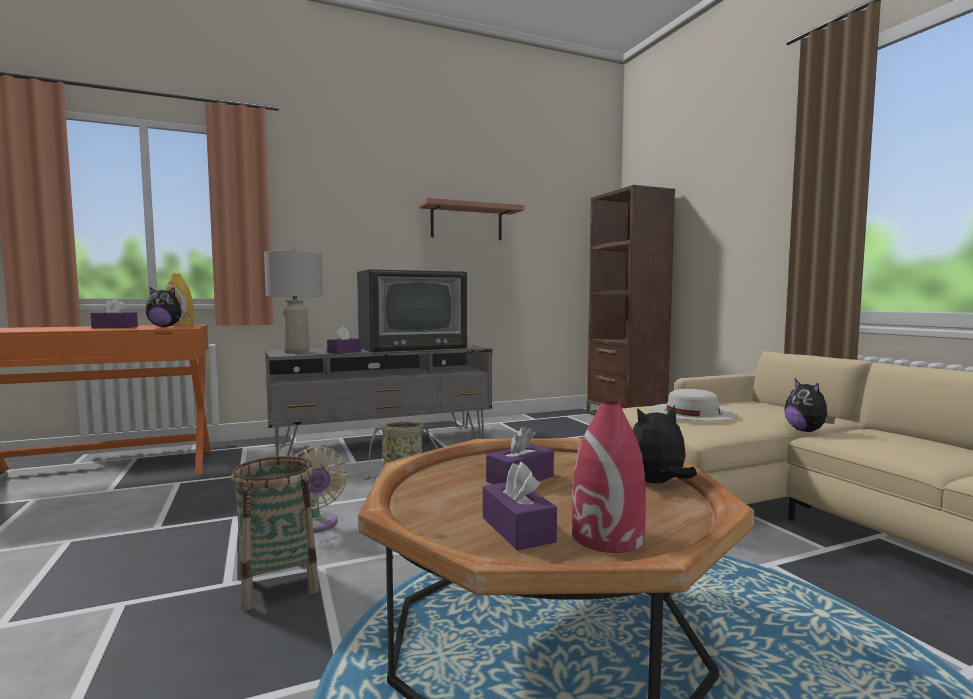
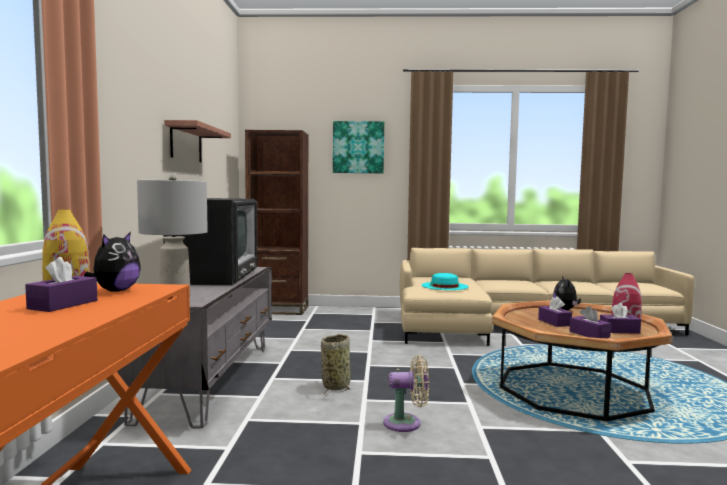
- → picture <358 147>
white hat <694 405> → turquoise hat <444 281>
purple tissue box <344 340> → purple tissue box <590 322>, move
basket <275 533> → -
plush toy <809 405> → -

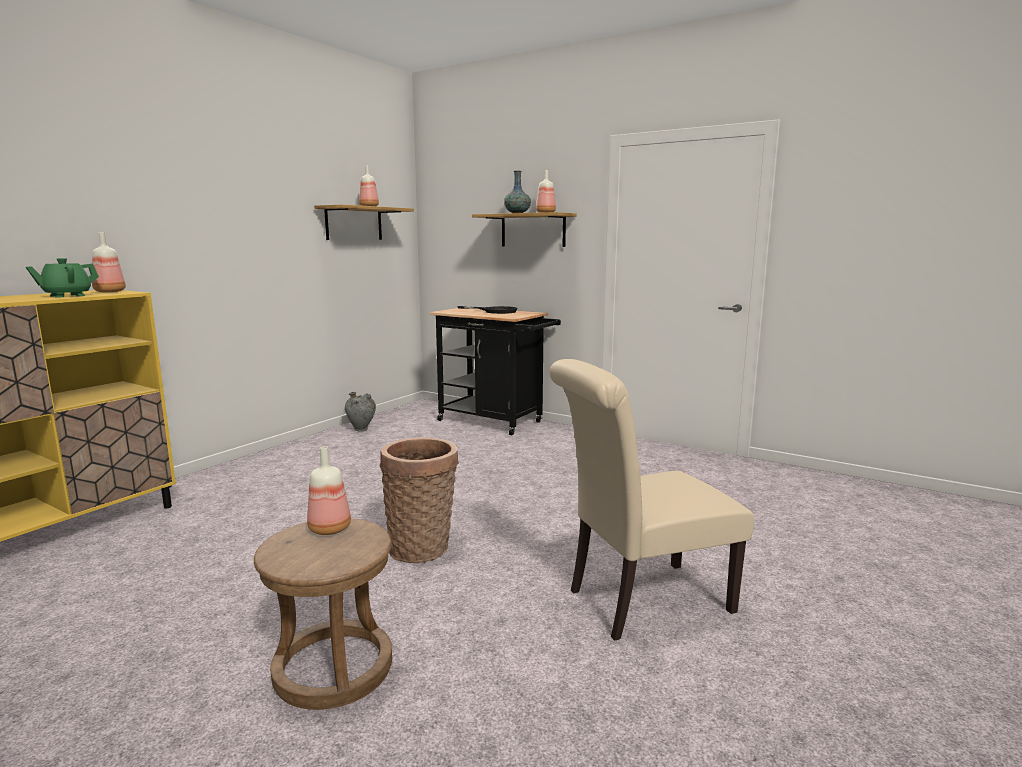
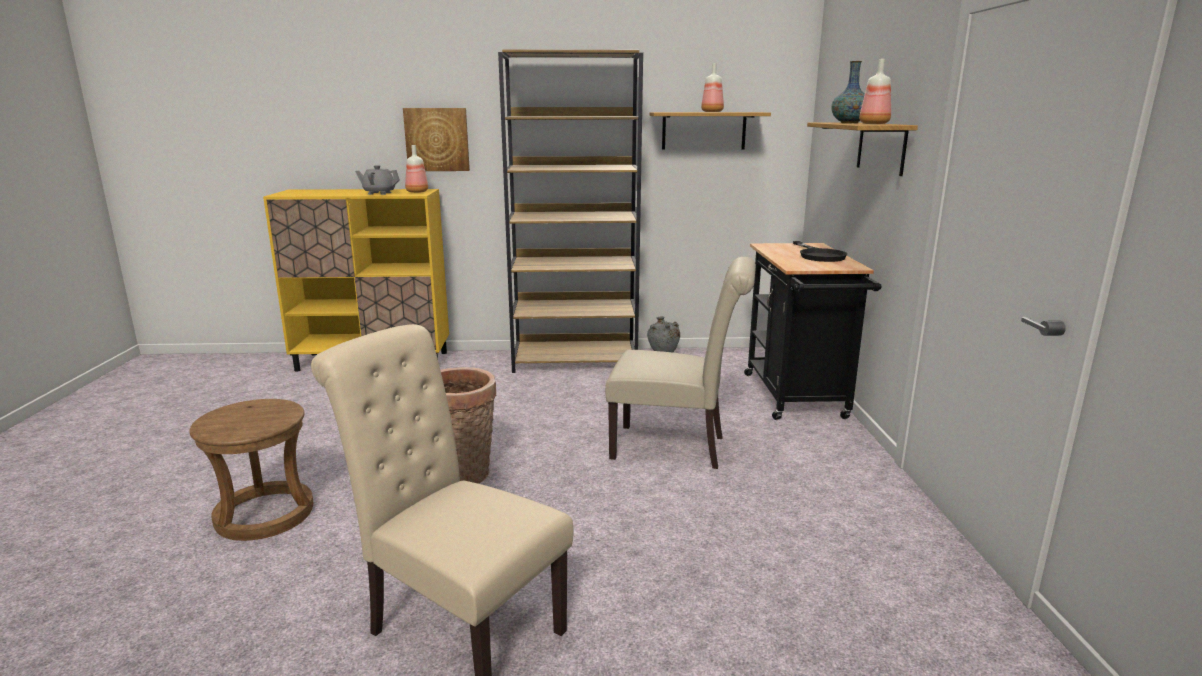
green teapot <62 278> → grey teapot <377 180>
- → picture <436 139>
- → brown bookcase <570 211>
- → beige chair <680 363>
bottle <329 490> → -

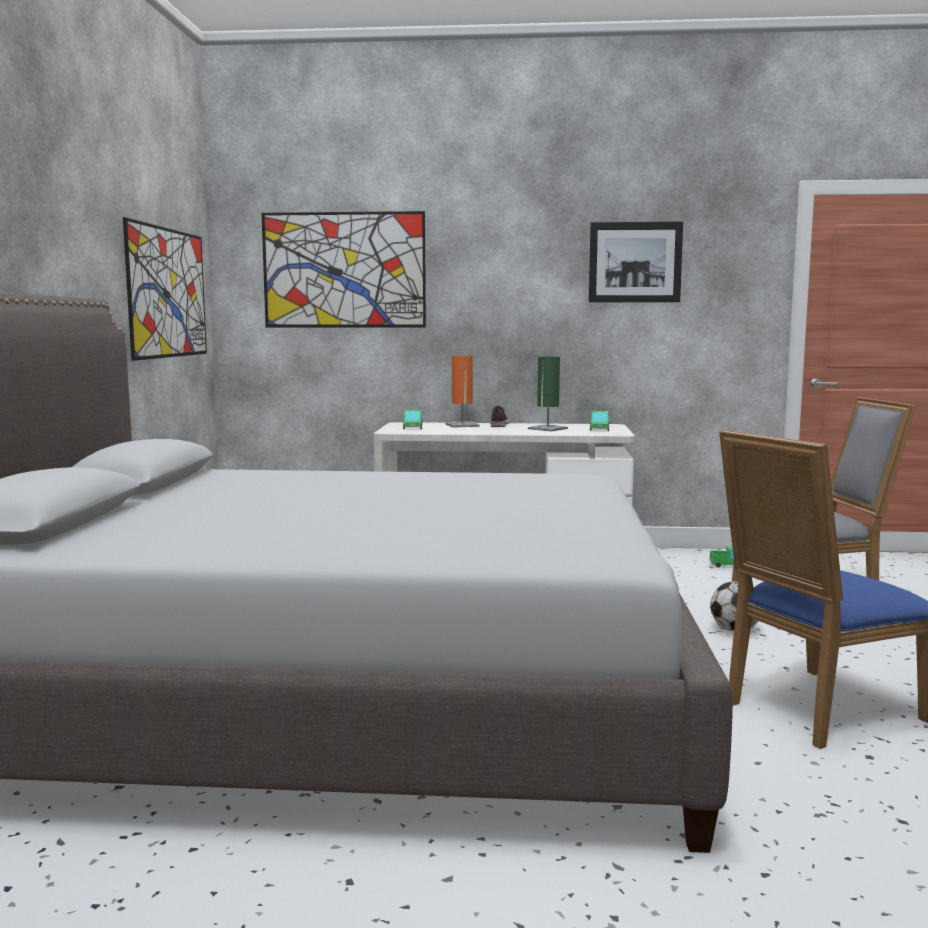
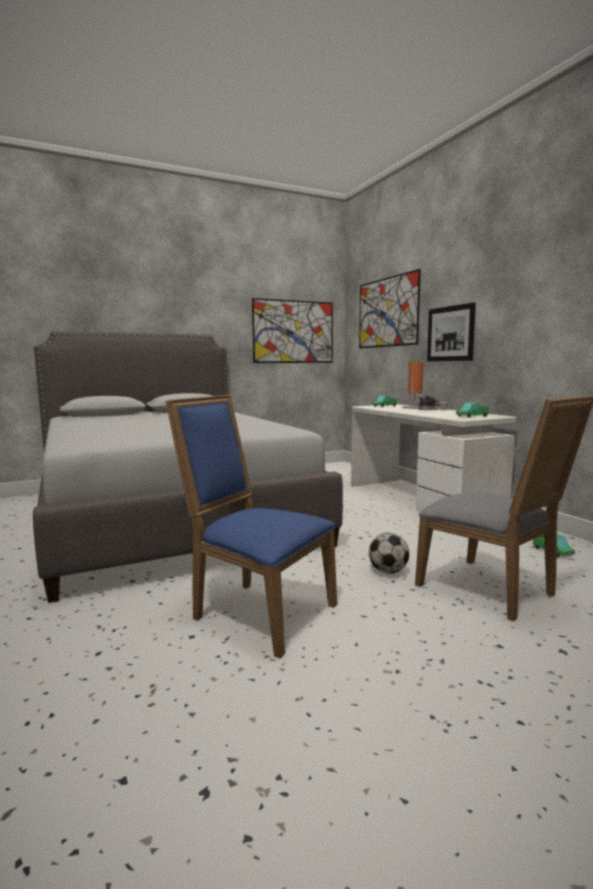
picture <636 261> → picture <451 331>, move
green table lamp <548 394> → -

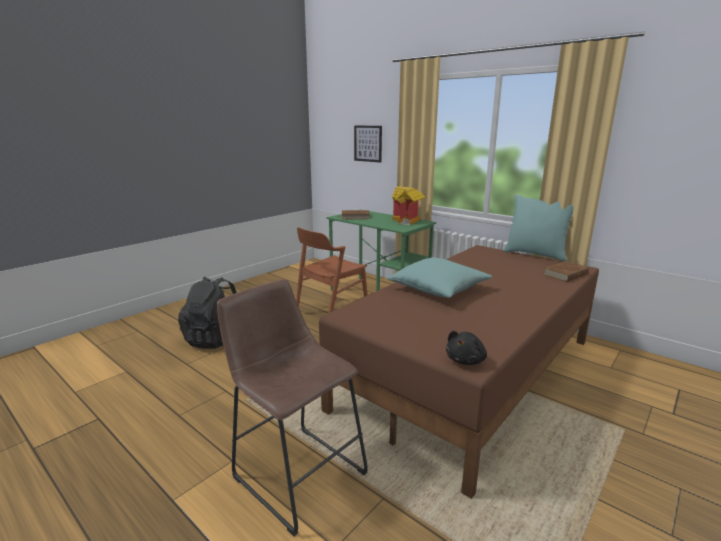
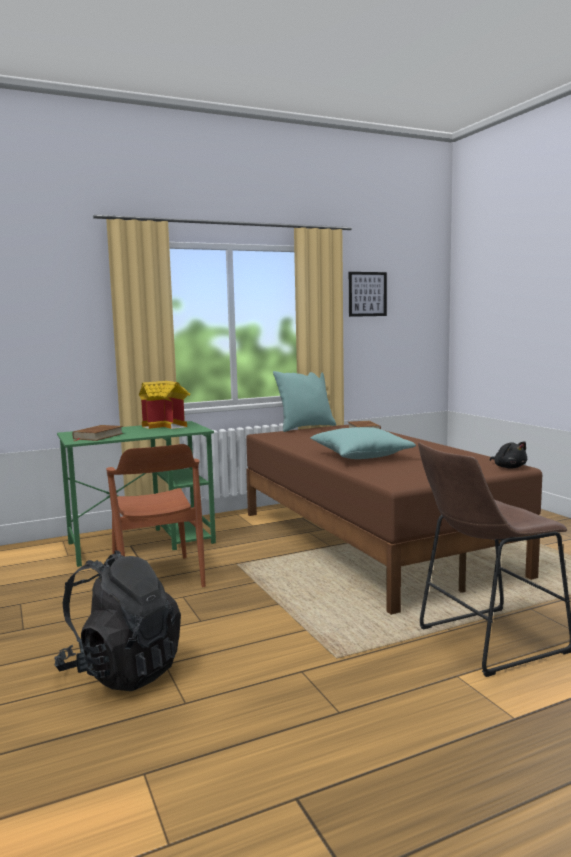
picture <368 144> → picture <368 294>, move

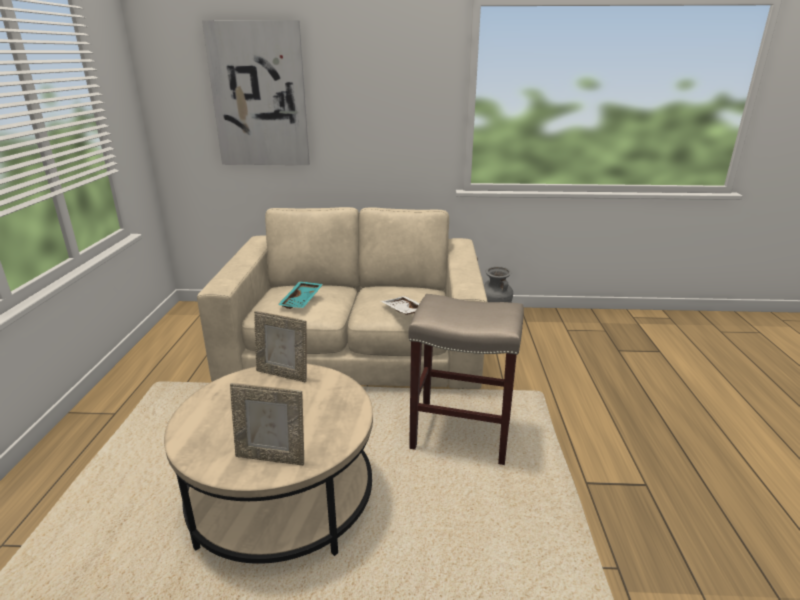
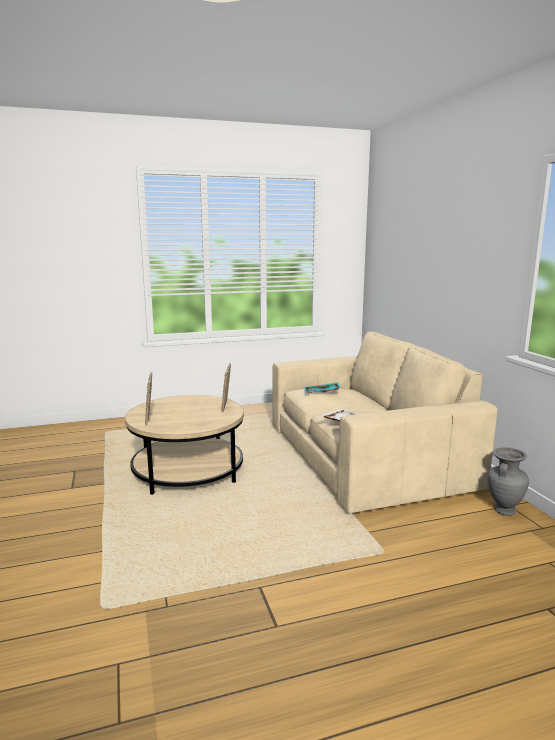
picture <256 92> → -
beige stool <466 379> → -

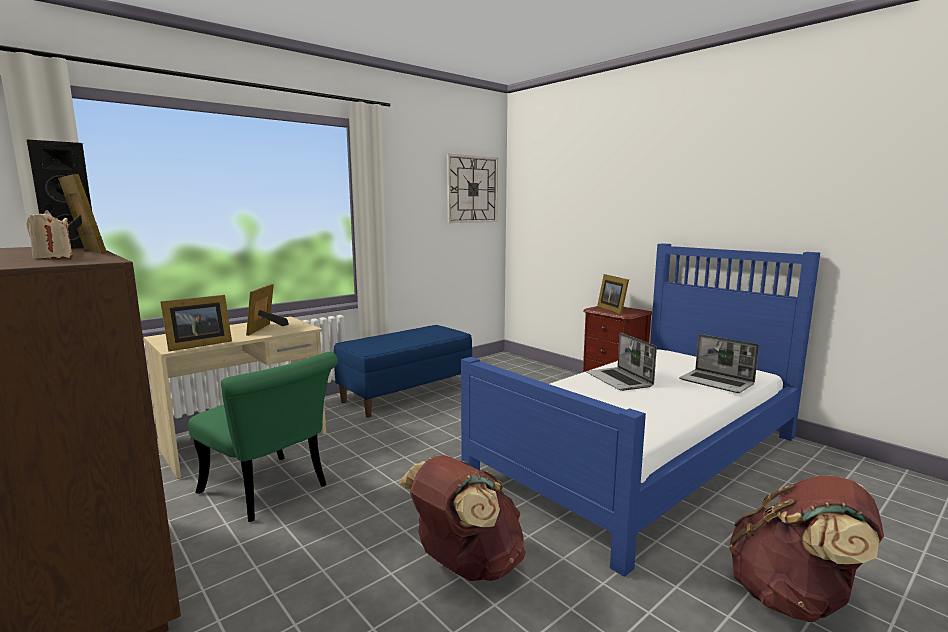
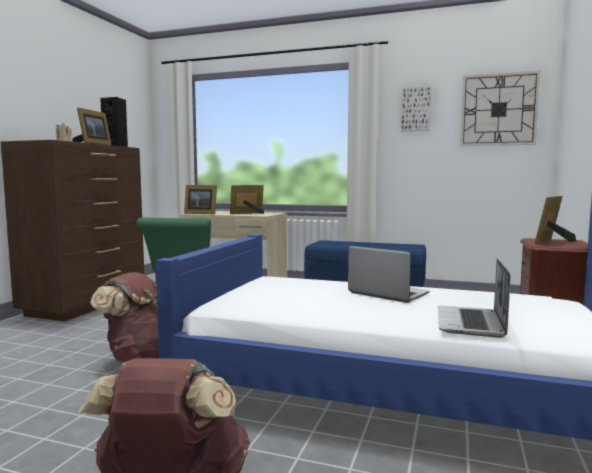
laptop <621 362> → laptop <389 274>, 90 degrees clockwise
- → picture <416 109>

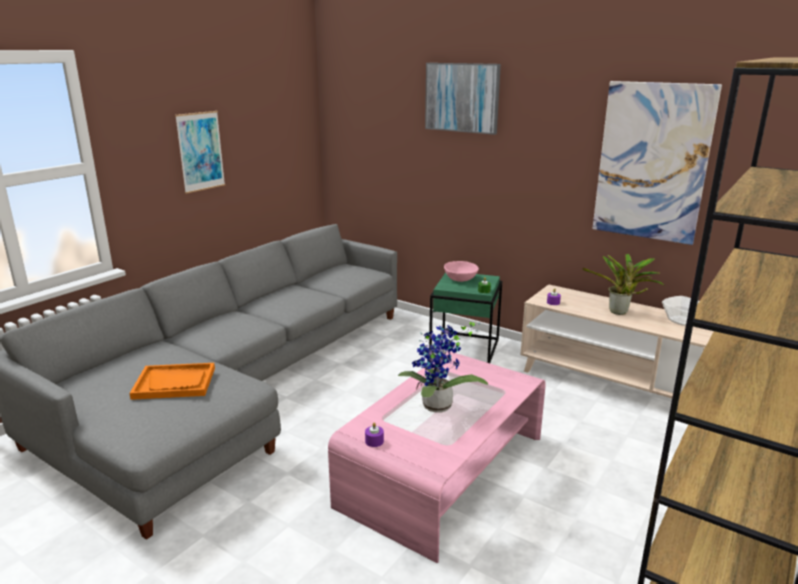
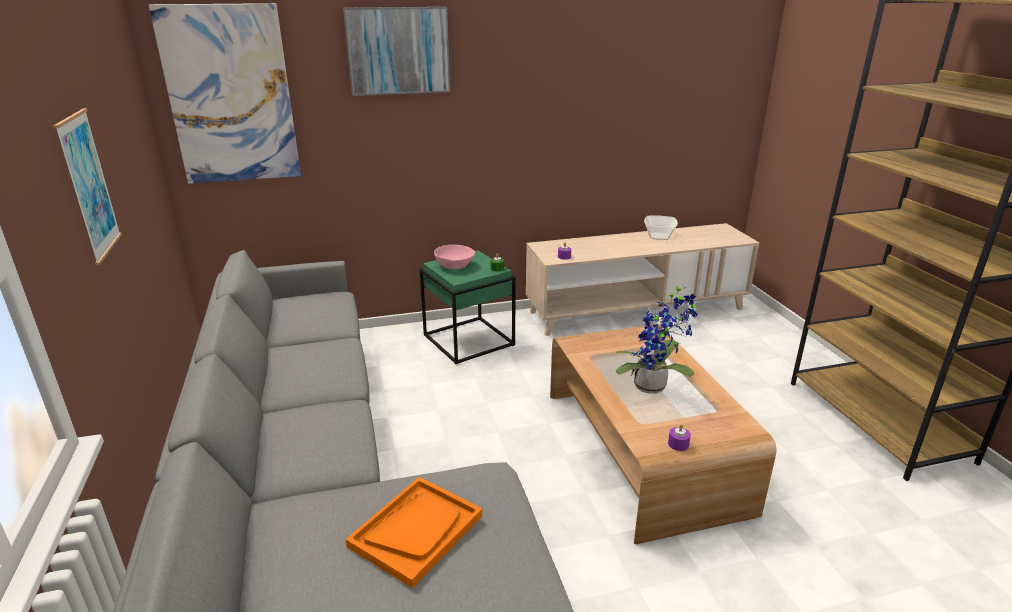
picture <657 163> → picture <225 93>, move
pink coffee table <437 457> → brown coffee table <663 434>
potted plant <624 284> → -

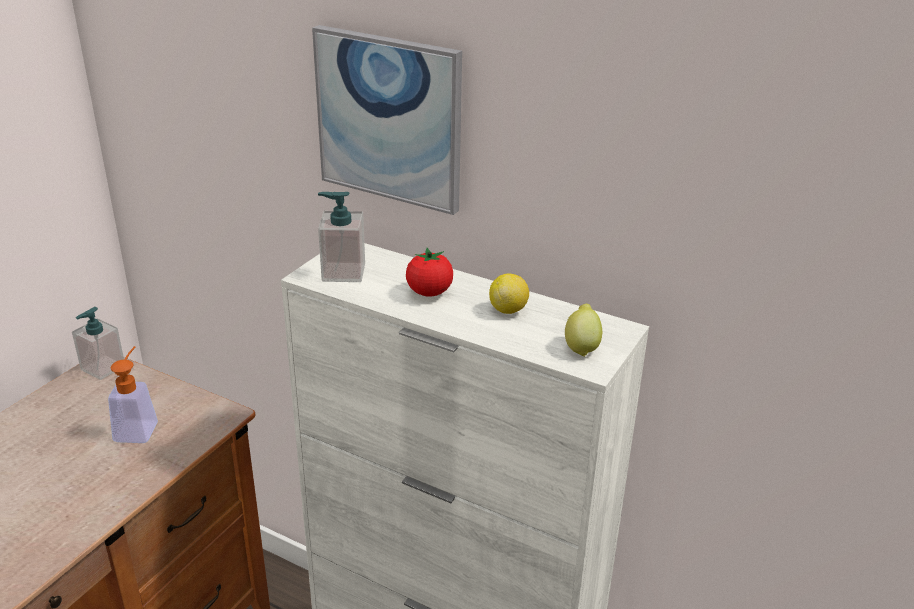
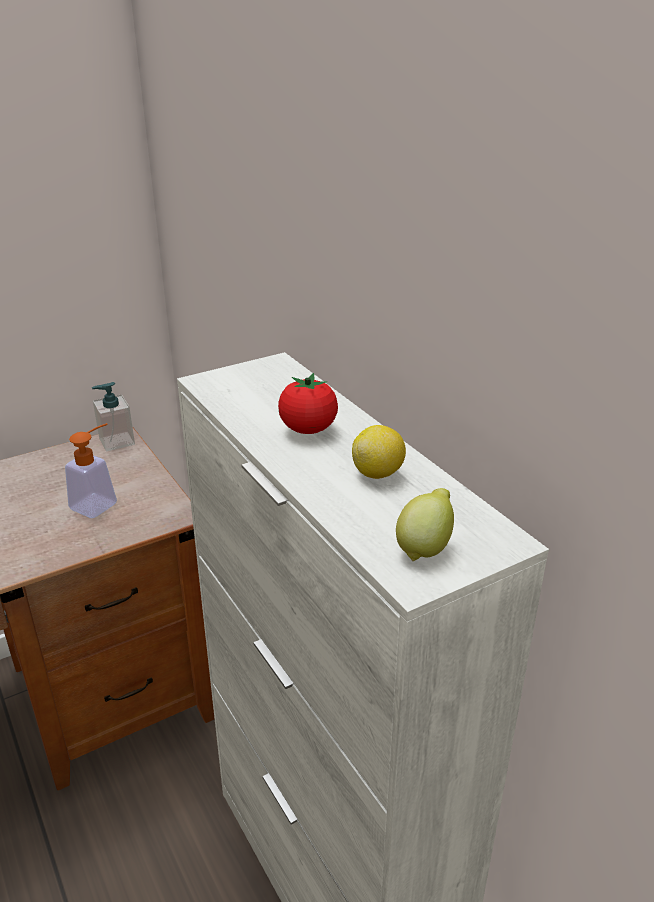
picture <387 120> → -
soap dispenser <341 237> → -

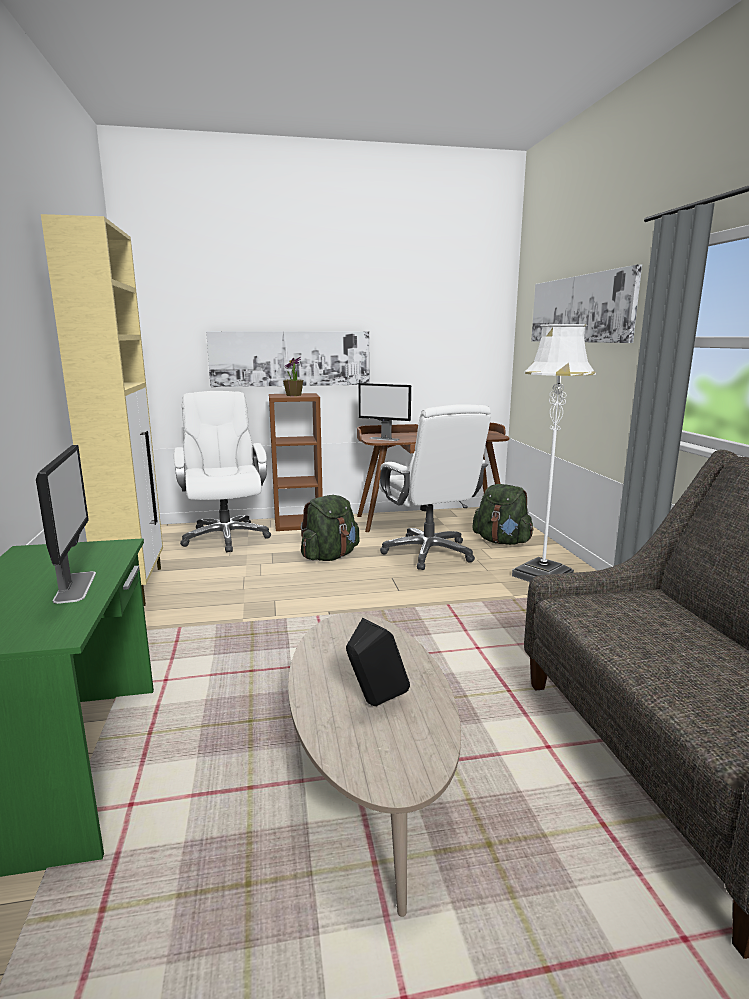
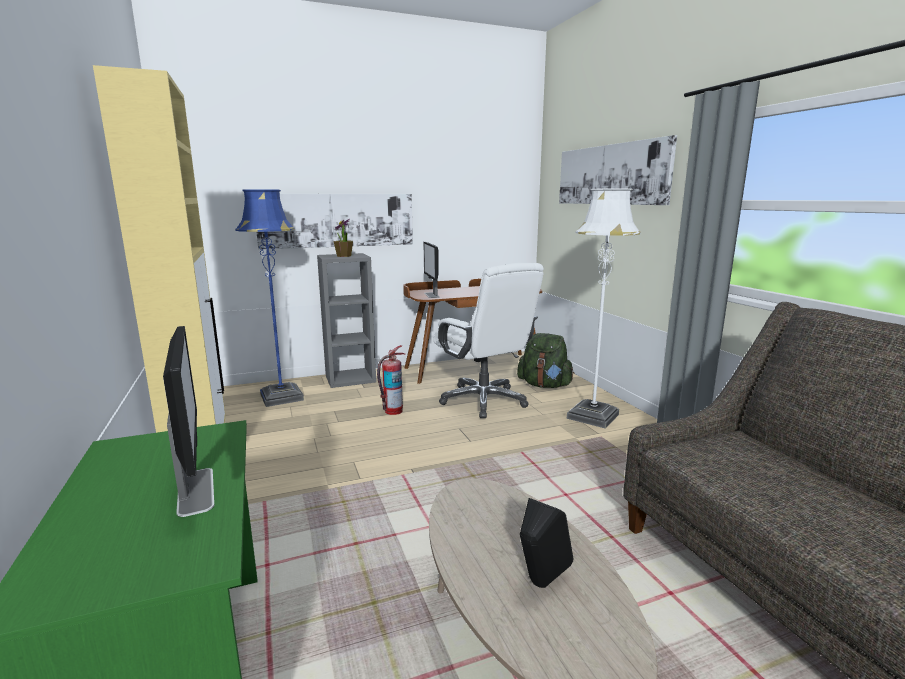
white office chair <222 471> → blue floor lamp <269 298>
brown bookcase <296 462> → grey bookcase <346 320>
green backpack <330 528> → fire extinguisher <391 380>
monitor <384 412> → monitor <432 270>, 60 degrees clockwise

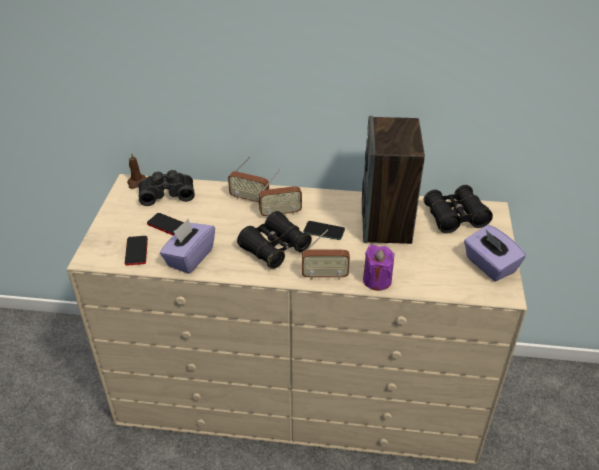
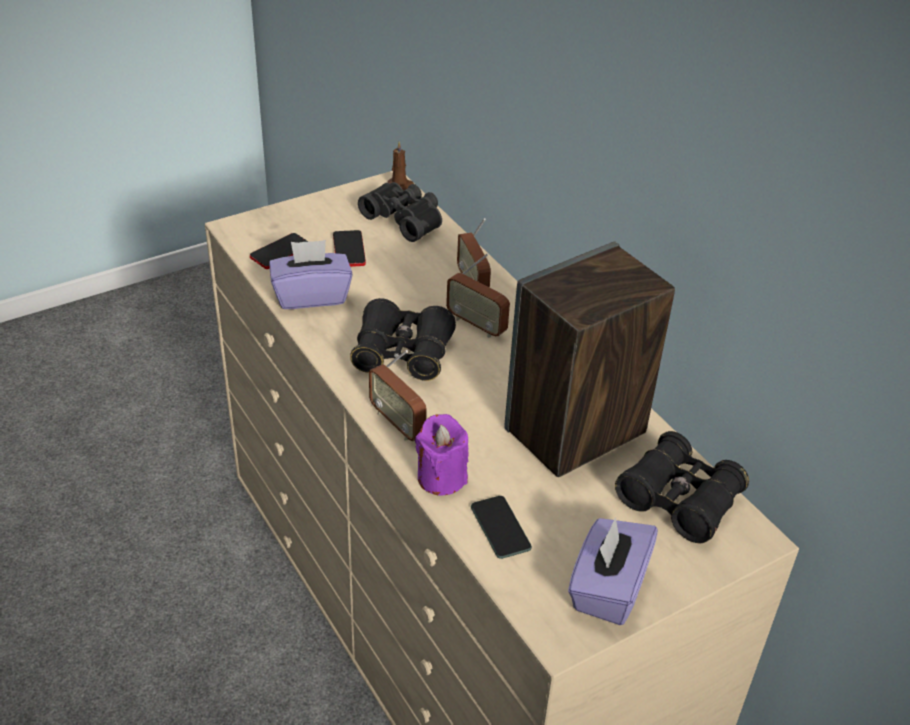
phone <324 230> → phone <501 527>, move

